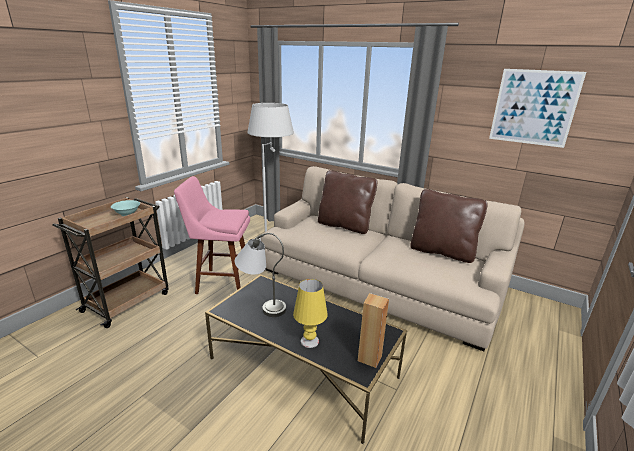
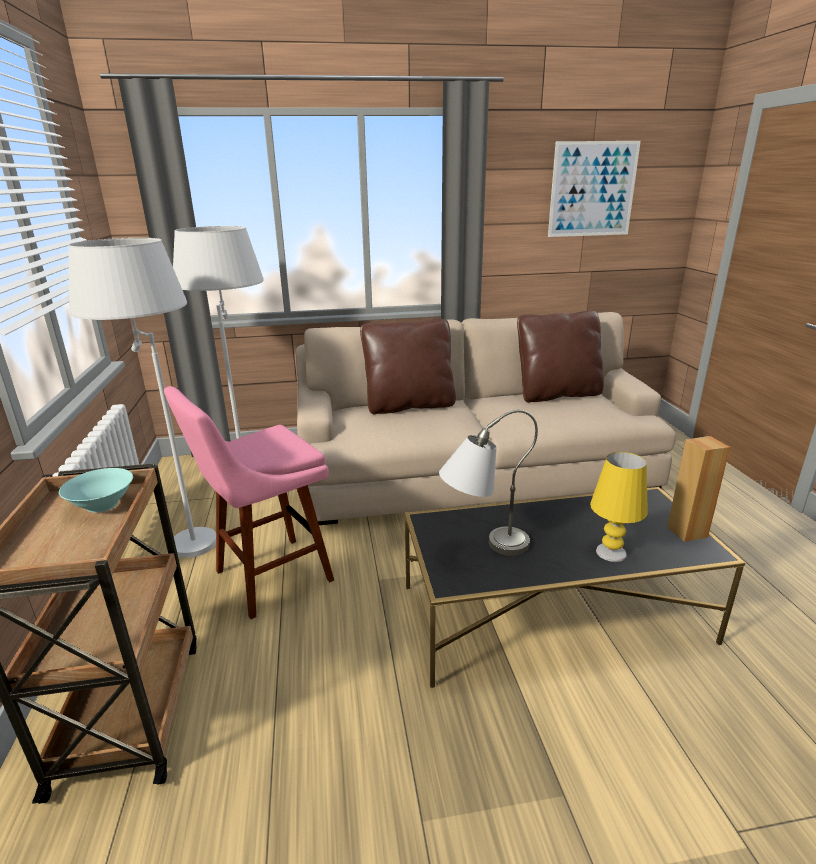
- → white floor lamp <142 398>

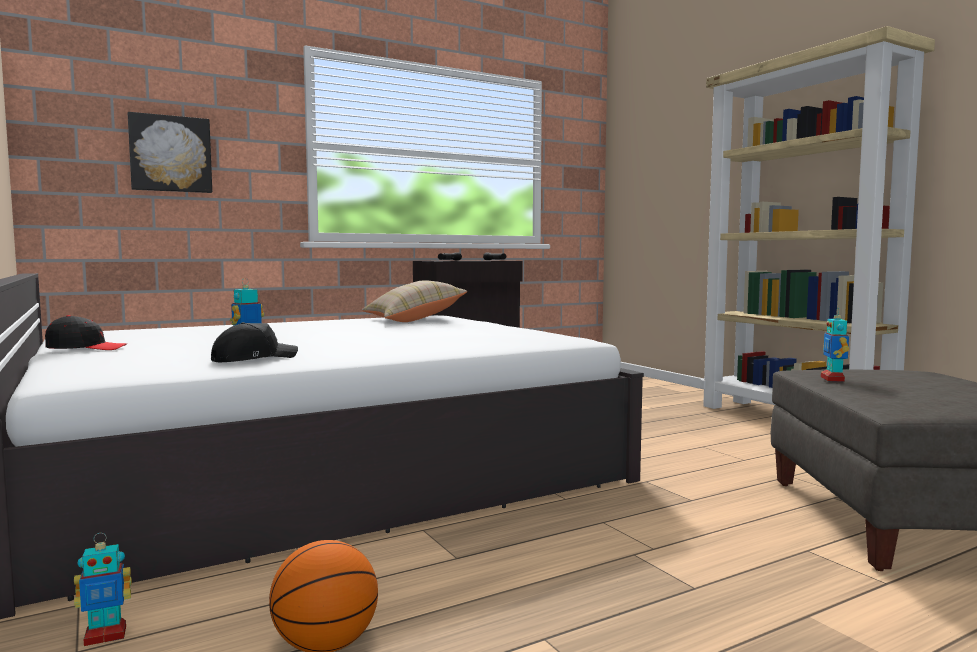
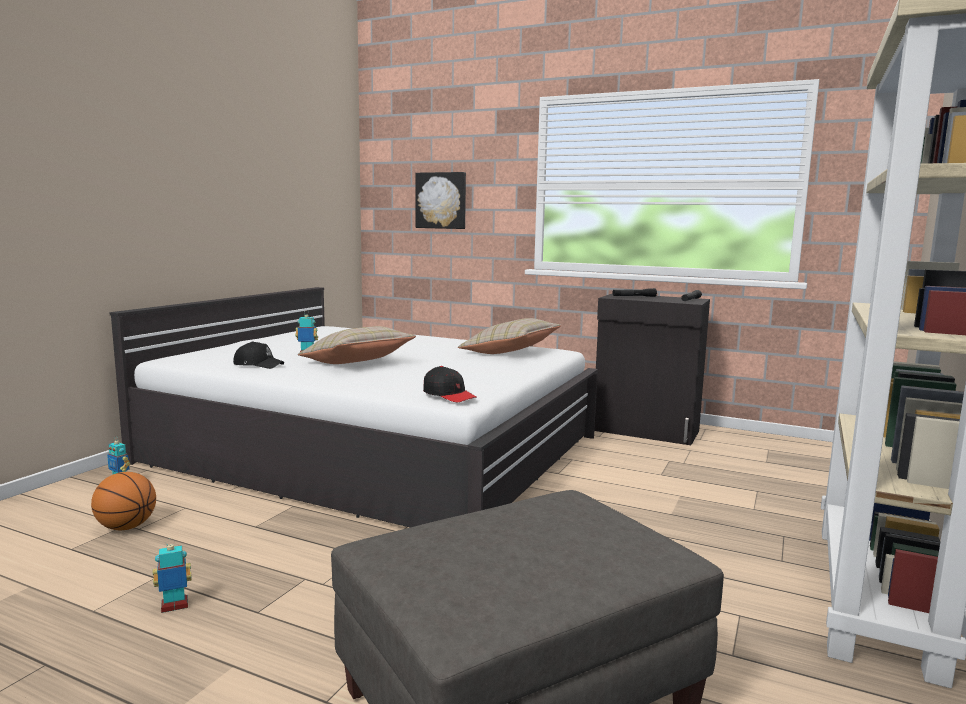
toy robot <835 345> → toy robot <172 575>, move
- → beige pillow <357 345>
black cap <86 332> → black cap <450 384>, move

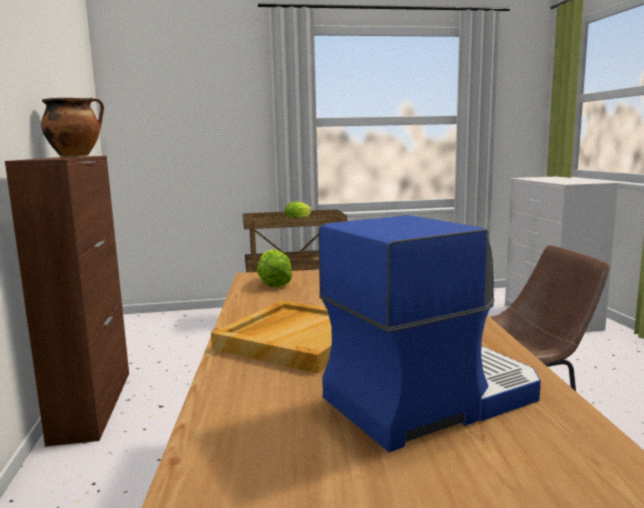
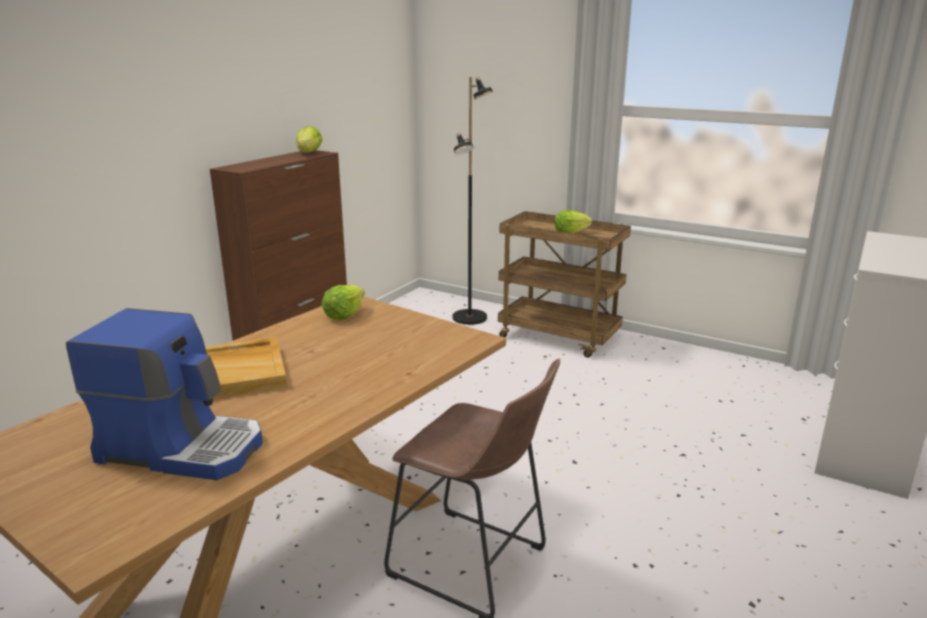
cooking pot <72 127> → lettuce <309 139>
- → black floor lamp <472 201>

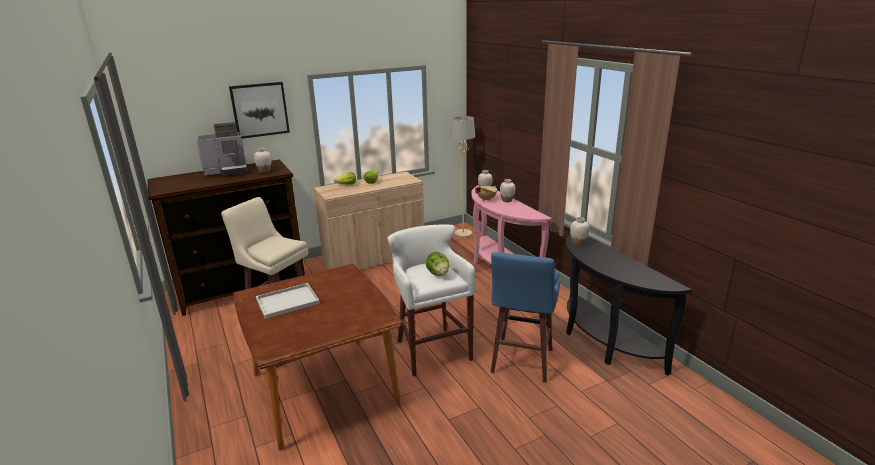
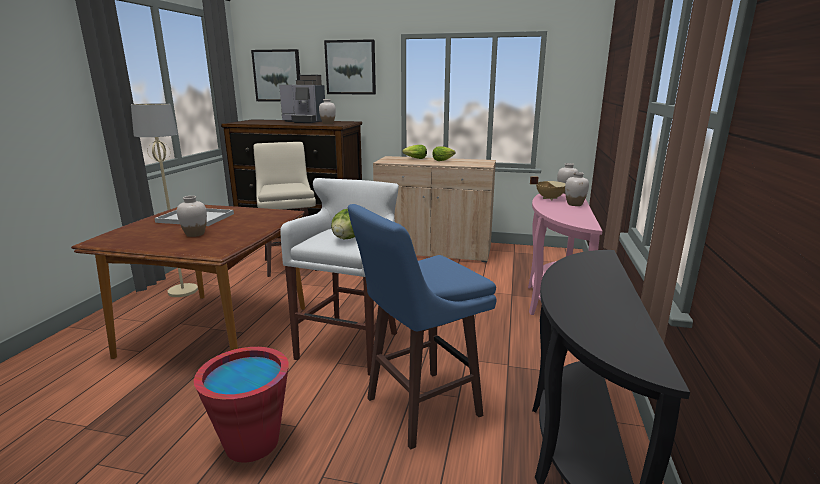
beige floor lamp <463 177> → beige floor lamp <164 200>, move
white vase <580 231> → white vase <192 216>, move
- → red bucket <241 405>
- → picture <275 75>

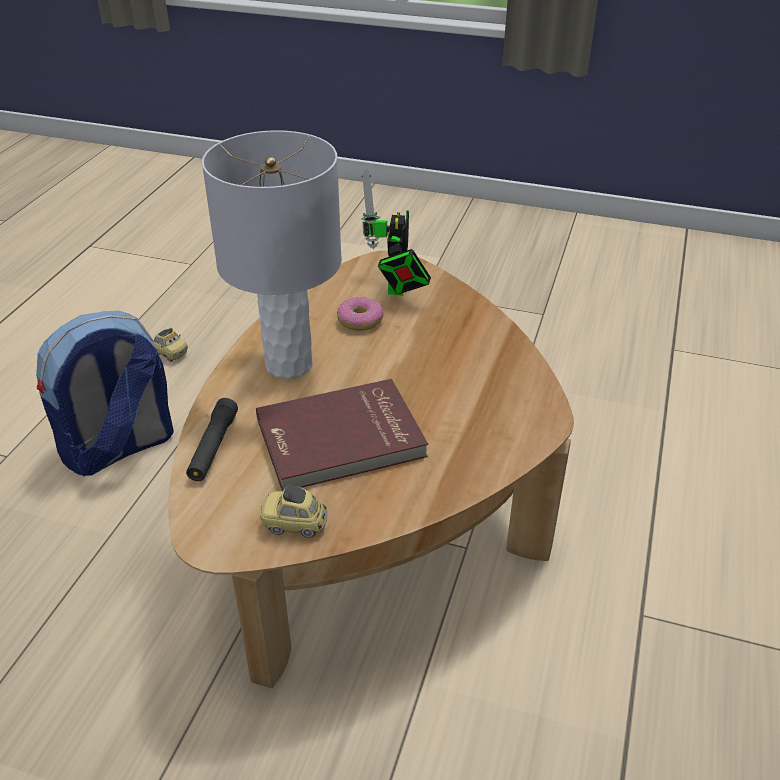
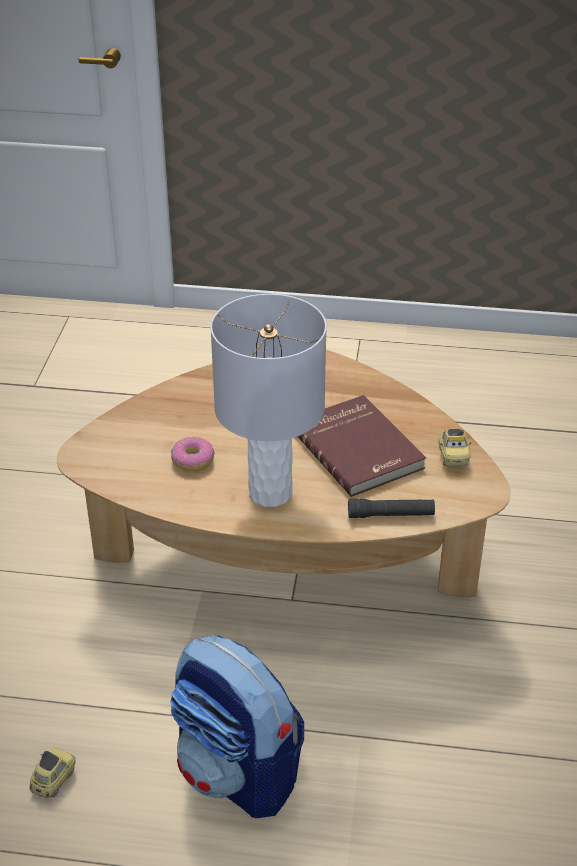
toy robot <396 232> → -

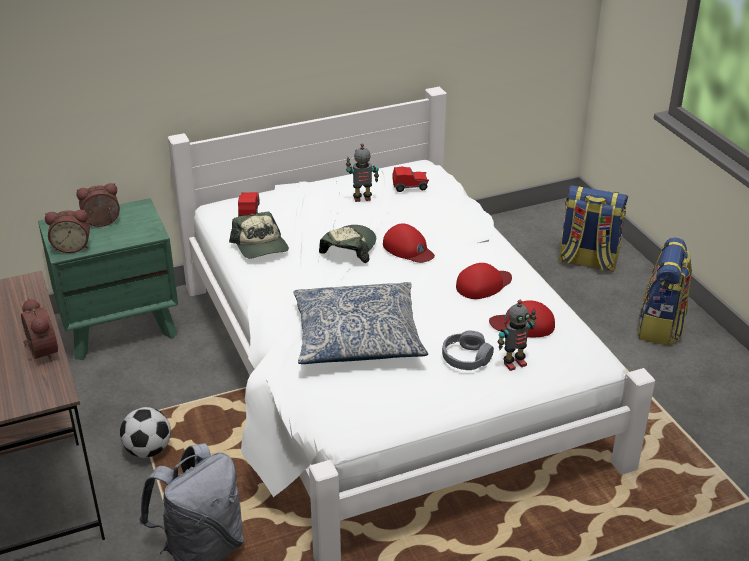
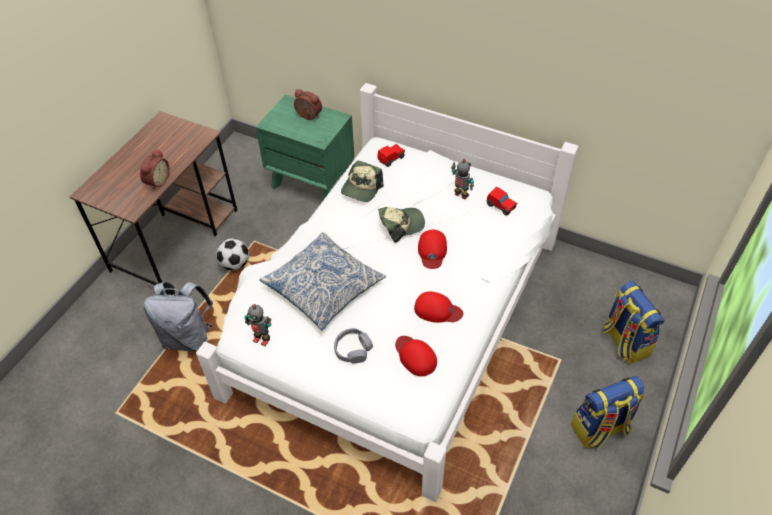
toy robot <517 335> → toy robot <258 325>, move
alarm clock <67 231> → -

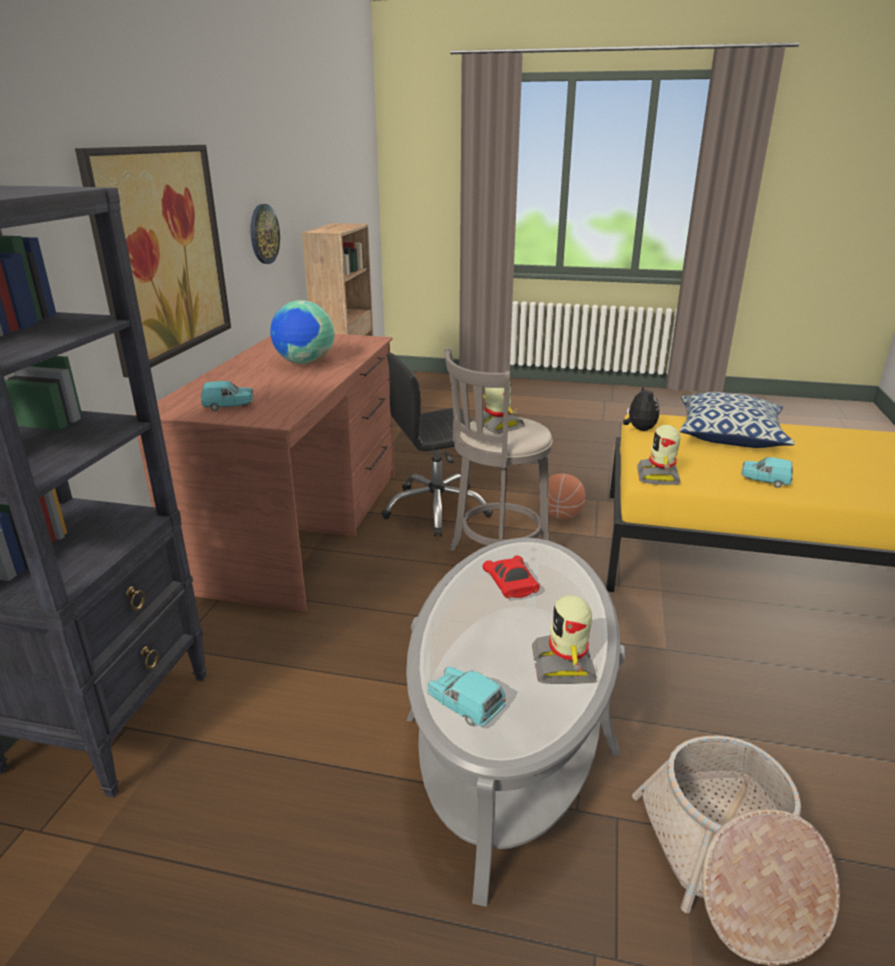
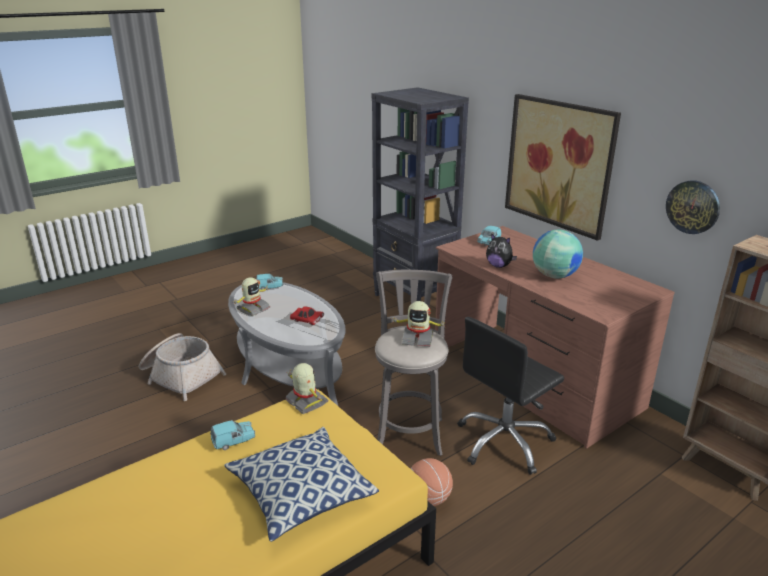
toy robot <564 639> → toy robot <252 296>, 90 degrees clockwise
black office chair <437 445> → black office chair <510 396>, 150 degrees counterclockwise
plush toy <641 408> → plush toy <501 250>, move

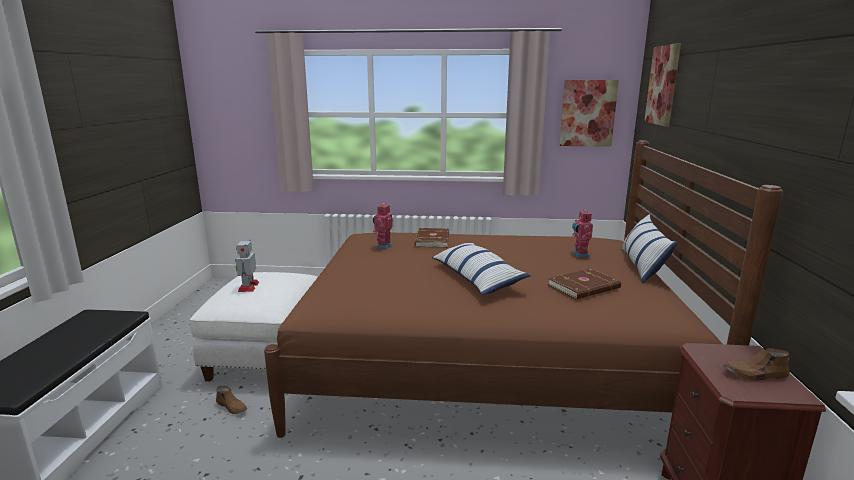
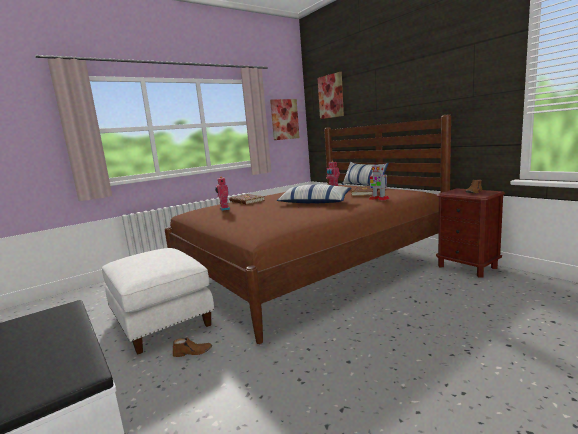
toy robot <247 266> → toy robot <379 182>, move

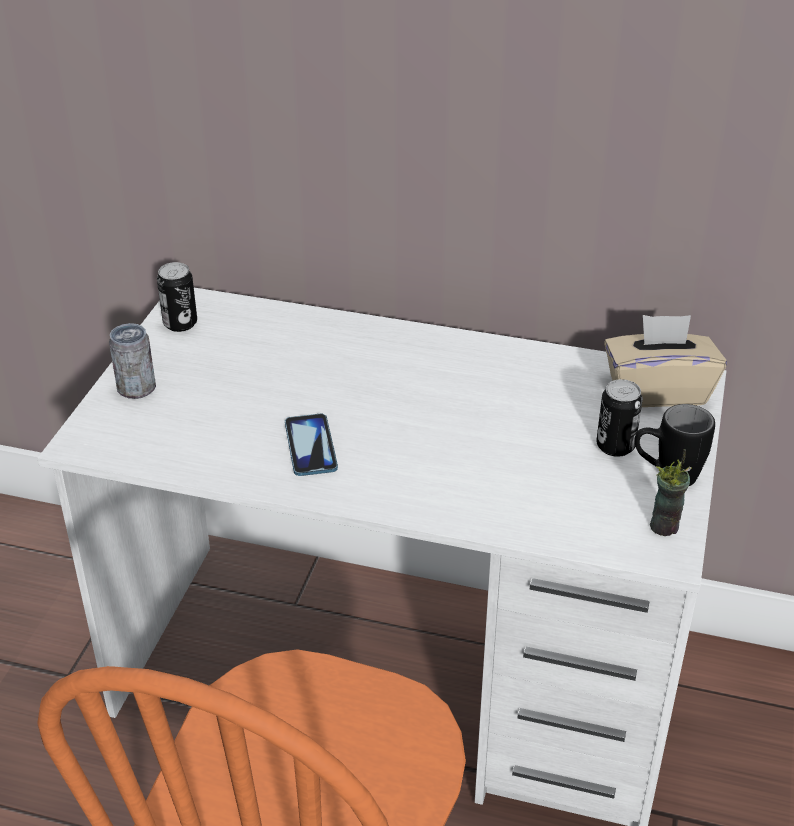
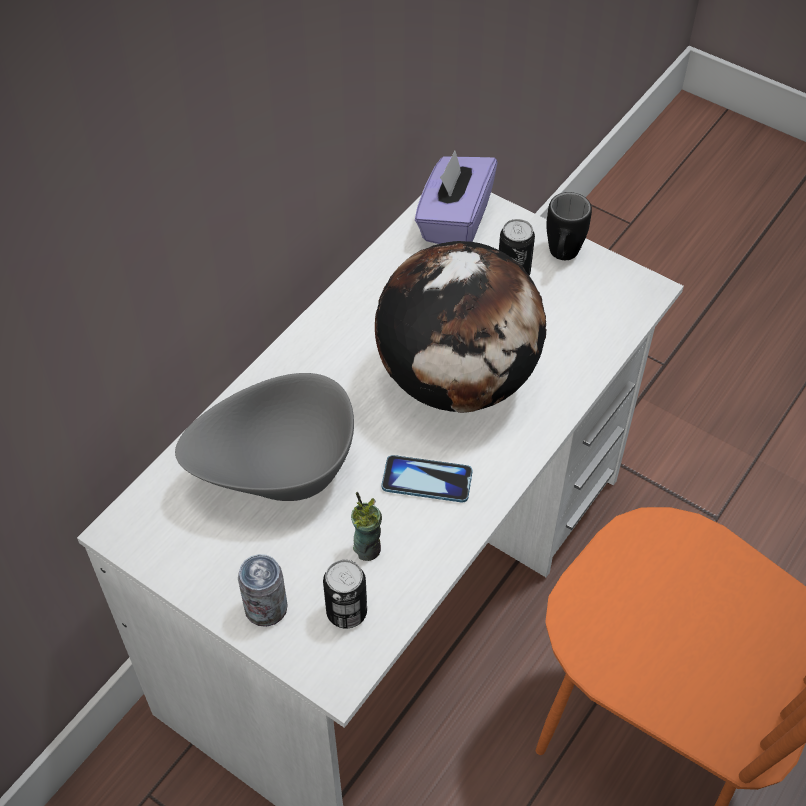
- → grey bowl <264 437>
can <177 297> → can <345 594>, move
cup <670 492> → cup <366 526>, move
- → globe <461 327>
beige tissue box <665 361> → purple tissue box <456 197>

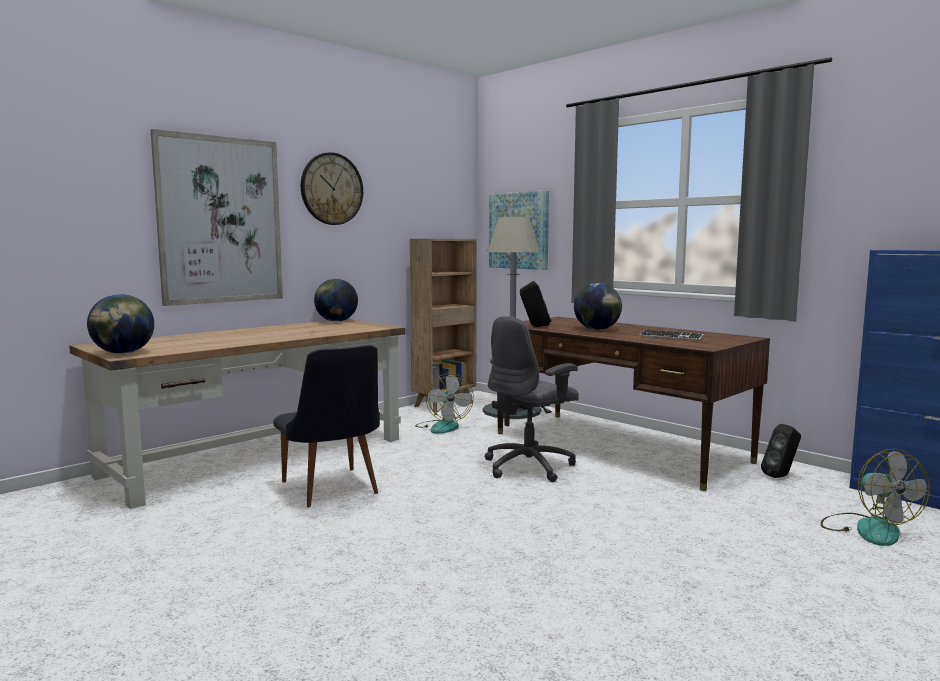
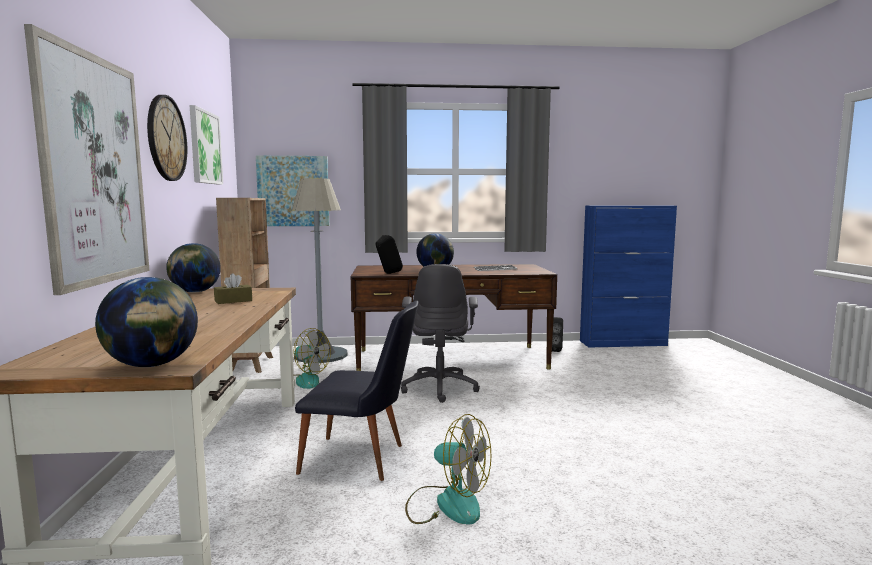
- → picture <206 145>
- → brown tissue box <233 288>
fan <875 497> → fan <448 469>, move

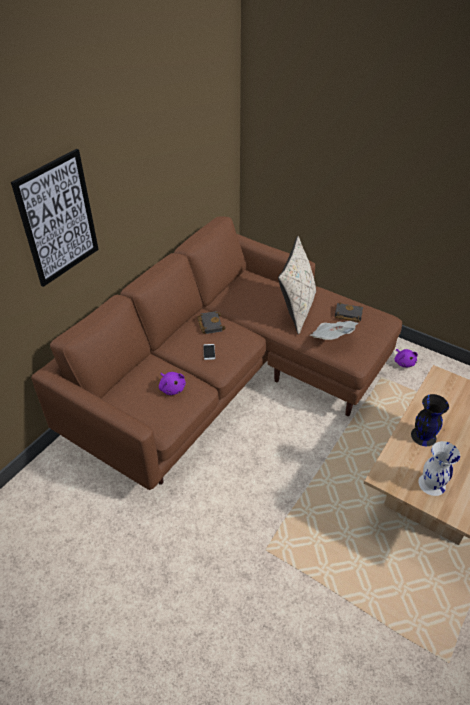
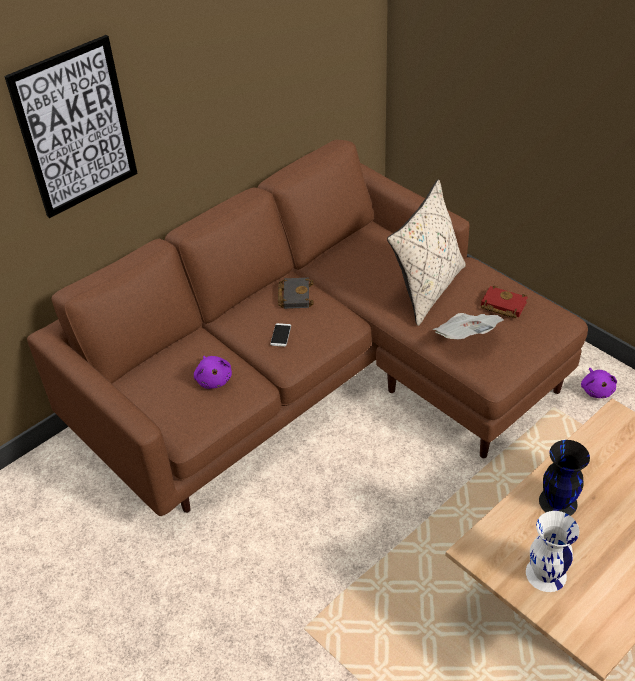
black book <349 312> → red book <504 302>

